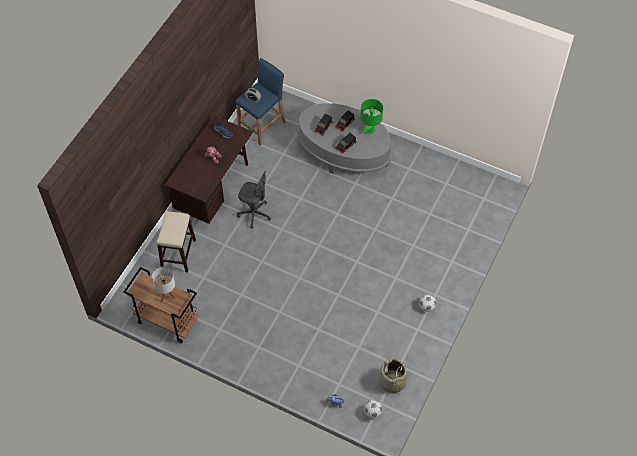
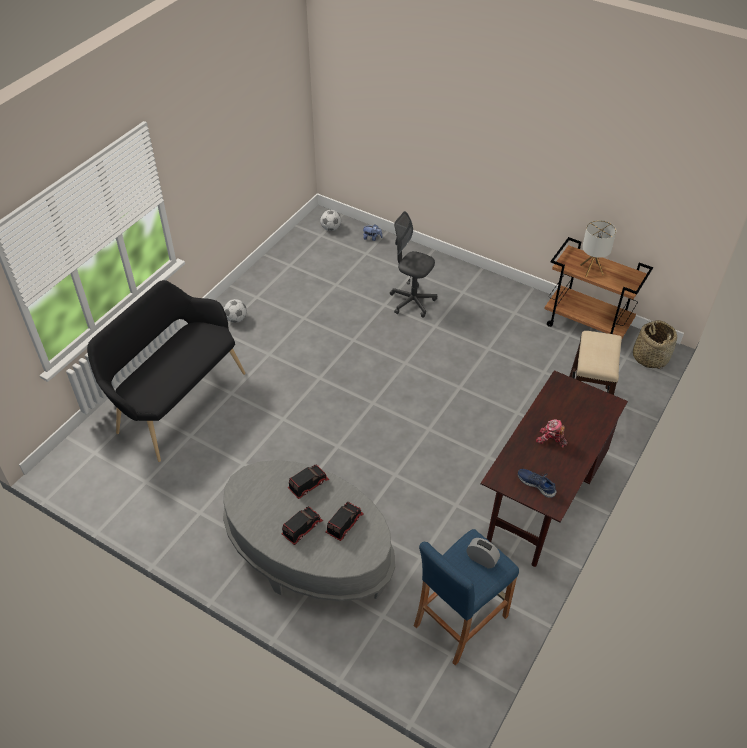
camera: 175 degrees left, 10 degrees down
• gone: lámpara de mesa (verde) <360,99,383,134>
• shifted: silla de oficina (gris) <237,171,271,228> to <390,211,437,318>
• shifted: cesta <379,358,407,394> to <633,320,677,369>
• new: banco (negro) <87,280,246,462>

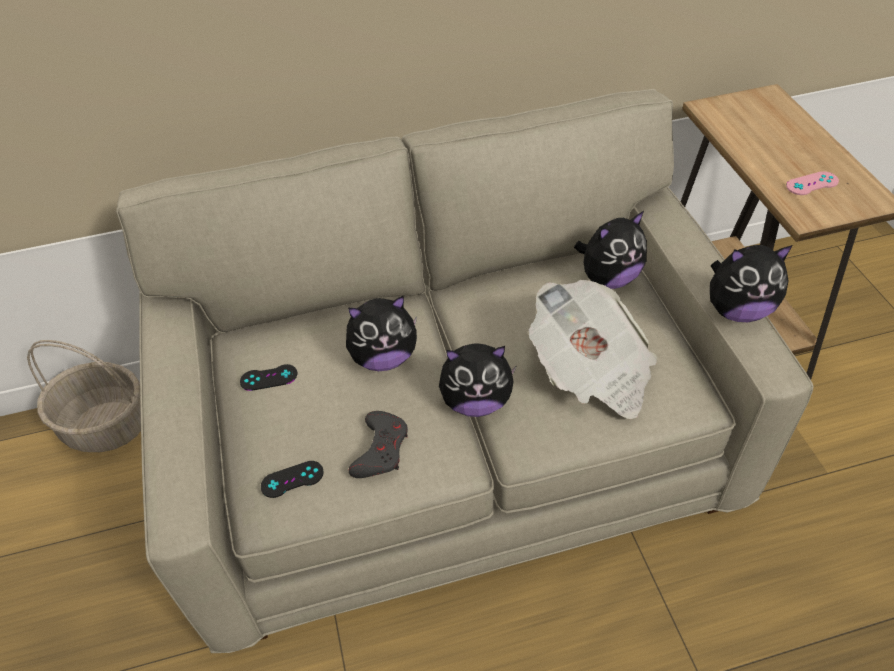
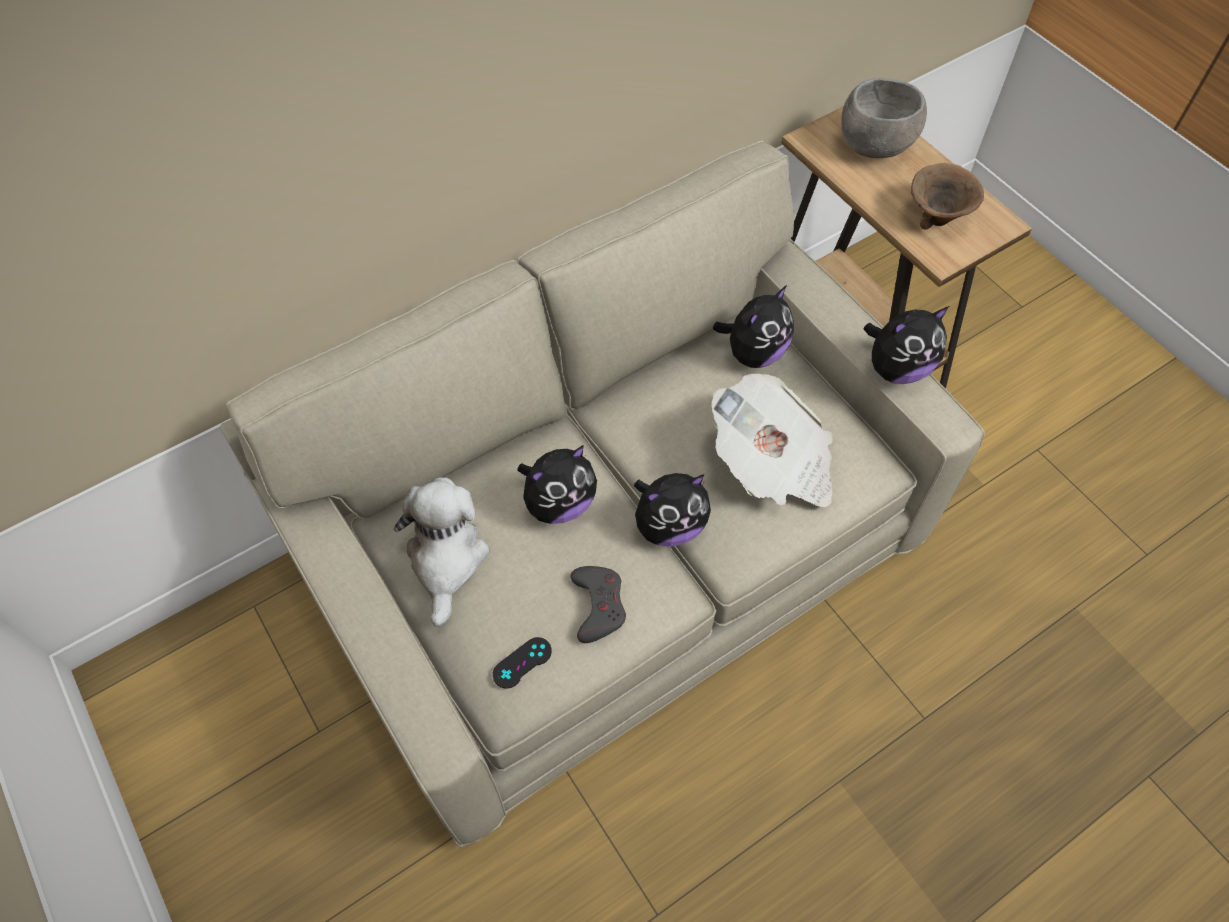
camera: 20 degrees left, 10 degrees up
• swapped: mando de consola (rosa) <786,171,839,195> to cuenco (marrón) <911,163,984,230>
• gone: cesta <27,340,141,452>
• swapped: mando de consola (negro) <240,364,297,391> to peluche <394,477,489,627>
• new: cuenco (gris) <841,78,927,158>

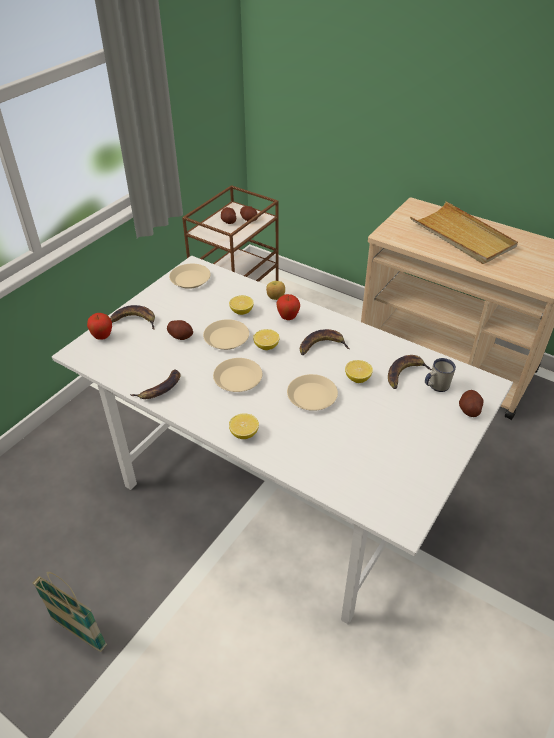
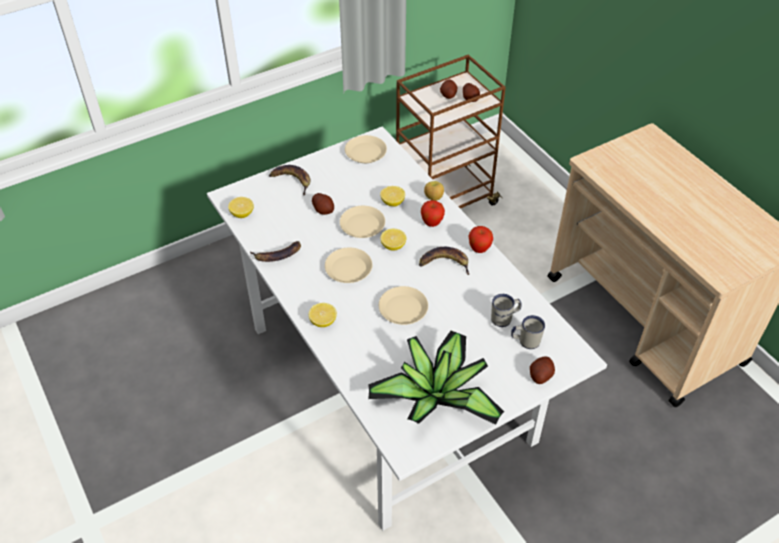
camera: 25 degrees right, 5 degrees up
• gone: bandeja (beis) <410,201,518,264>
• shifted: manzana <87,313,112,340> to <468,226,493,253>
• swapped: plátano <388,355,432,389> to taza grande (blanco) <491,294,522,327>
• shifted: limón <345,360,373,383> to <228,197,254,218>
• gone: cesta <33,572,107,652>
• new: planta en maceta <368,331,504,425>

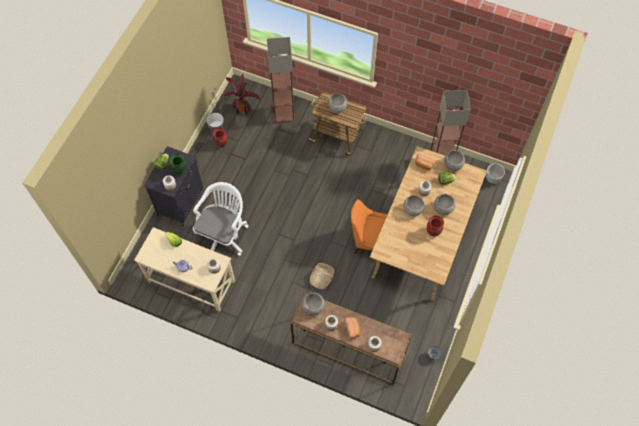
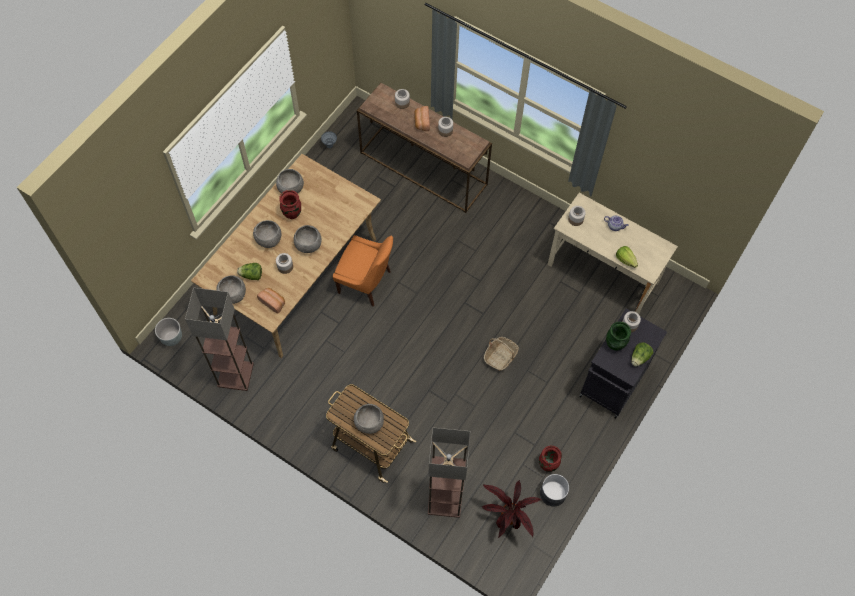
camera: 170 degrees left, 0 degrees up
• gone: silla de oficina (blanco) <193,182,248,256>
• shifted: cesta <310,263,334,289> to <484,337,519,371>
• shifted: cuenco (gris) <302,293,325,315> to <276,169,304,194>

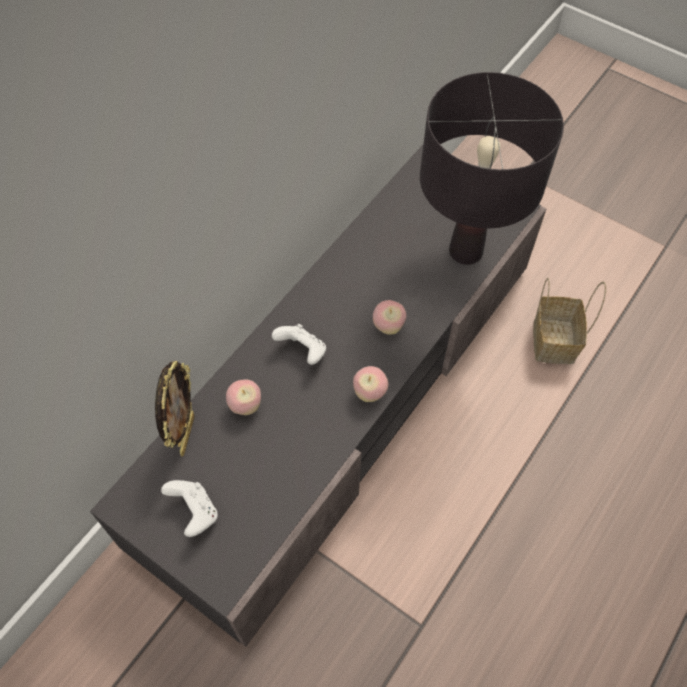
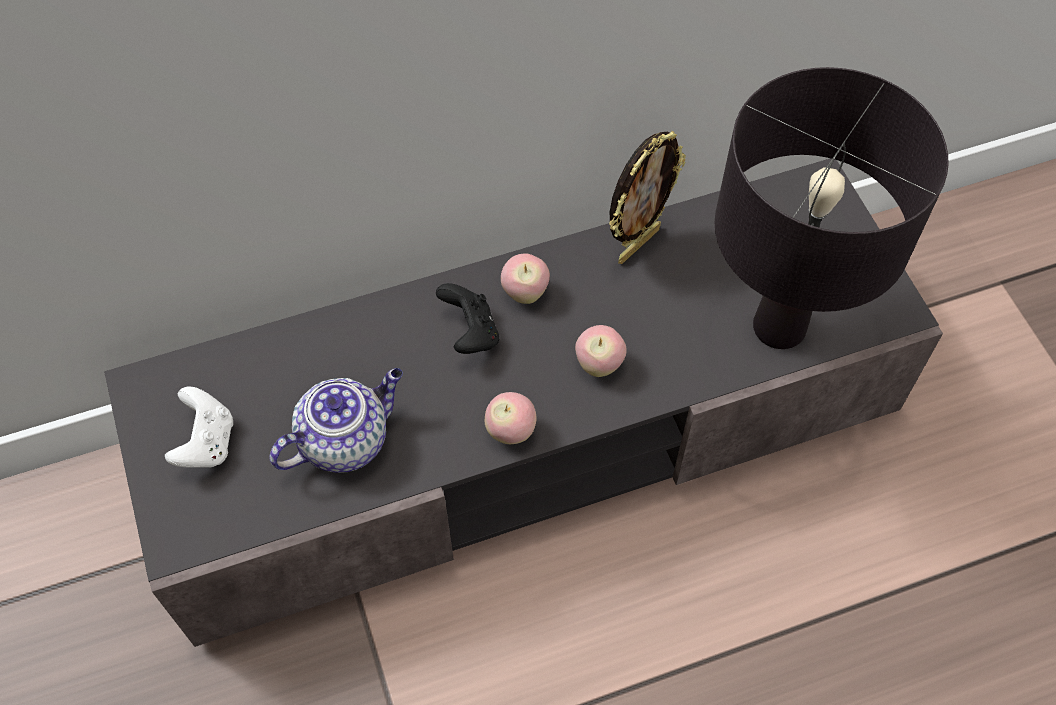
camera: 35 degrees right, 0 degrees up
• gone: cesta <533,278,606,364>
• repainted: mando de consola (blanco) <272,324,326,365> to mando de consola (negro) <436,283,499,354>
• shifted: portarretratos <155,361,195,457> to <609,131,686,264>
• shifted: manzana <226,380,261,415> to <501,254,550,304>
• new: tetera <269,368,403,473>

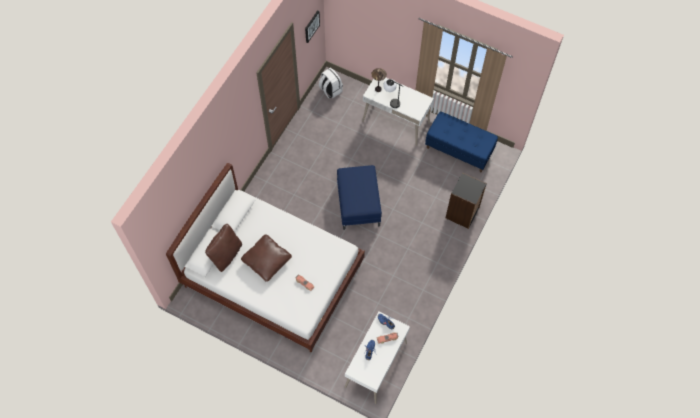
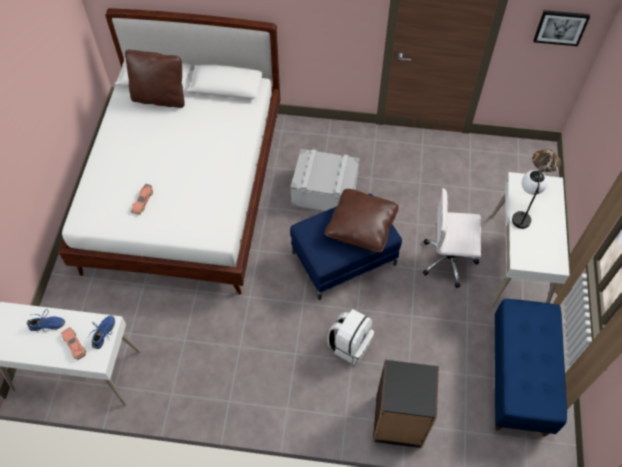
camera: 70 degrees right, 5 degrees down
• shifted: mochila (blanco) <319,68,343,98> to <328,309,374,365>
• shifted: cojín (marrón) <241,235,292,282> to <325,189,399,252>
• new: caja de almacenaje (gris) <290,149,360,211>
• new: silla de oficina (blanco) <423,188,481,288>

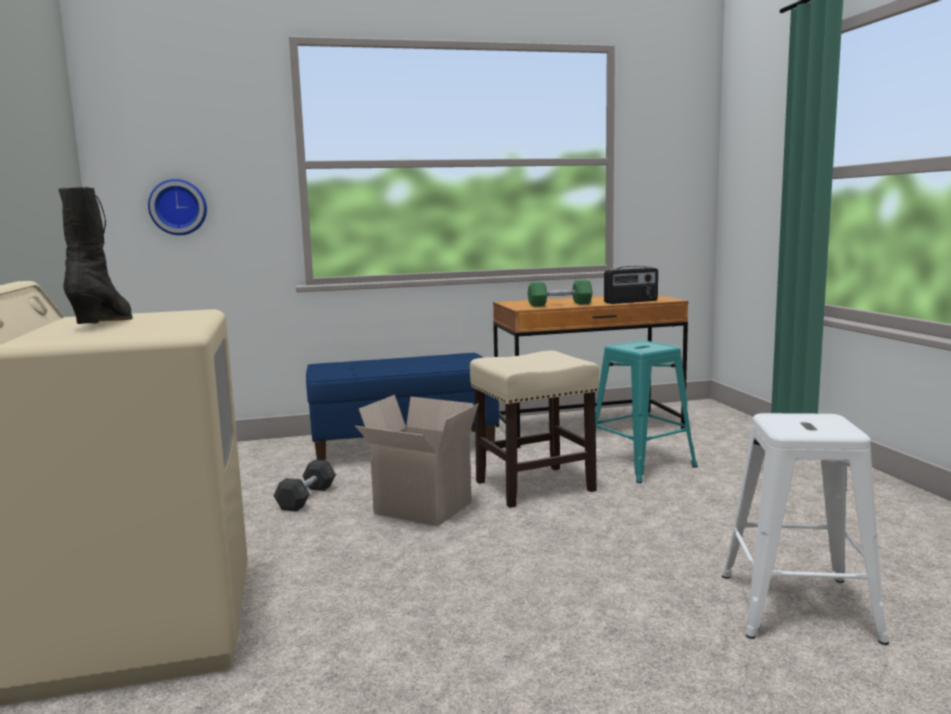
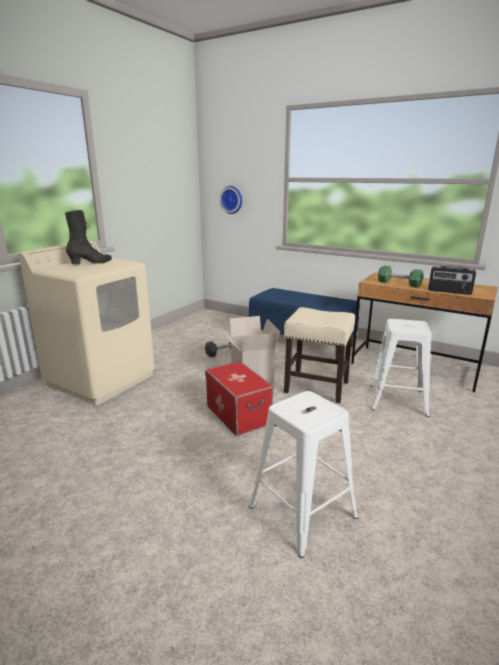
camera: 45 degrees right, 10 degrees up
• repainted: taburete (turquesa) <595,340,698,483> to taburete (blanco) <370,319,431,417>
• new: caja de almacenaje <205,361,274,436>

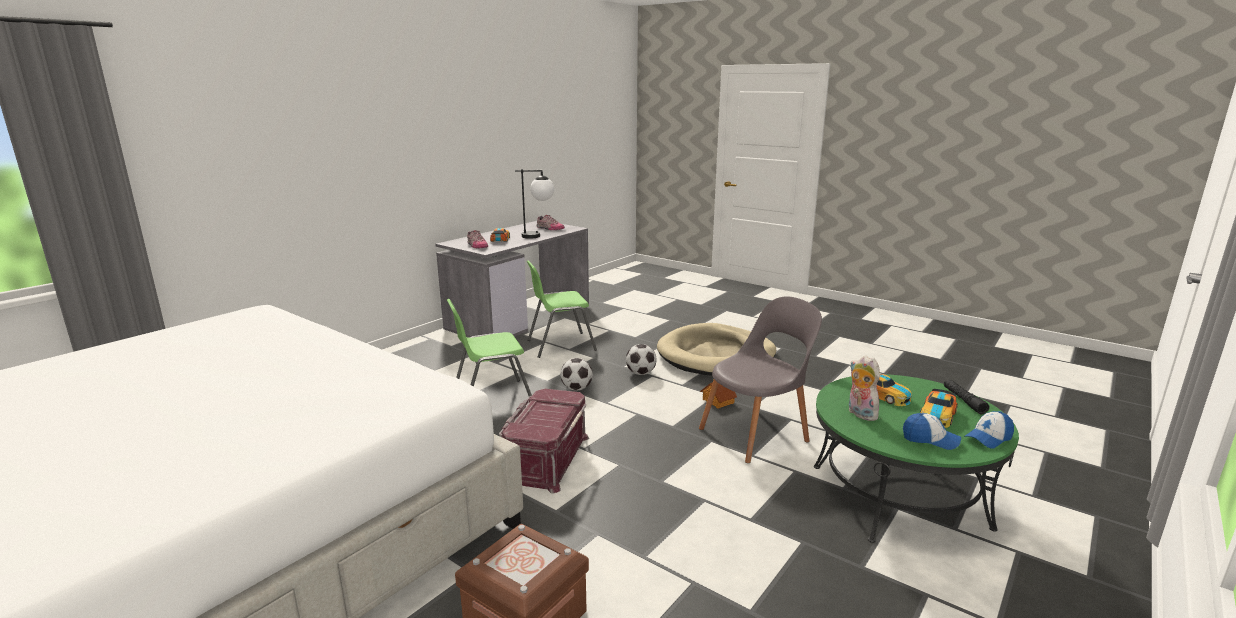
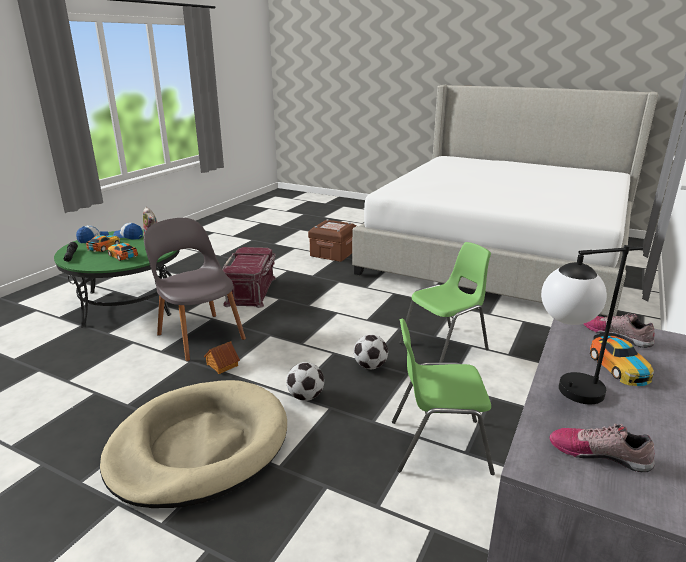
camera: 170 degrees right, 5 degrees up
• rotated: silla (verde) <527,260,597,358> = <392,318,495,475> 150 degrees counterclockwise
• rotated: silla (gris) <699,296,822,463> = <144,218,246,361> 90 degrees clockwise
• shifted: caja de almacenaje (rojo) <499,389,589,494> to <222,247,276,308>

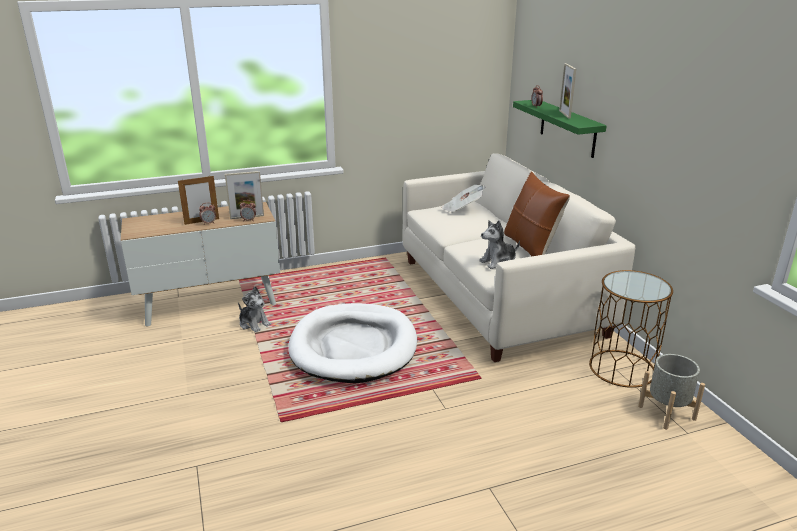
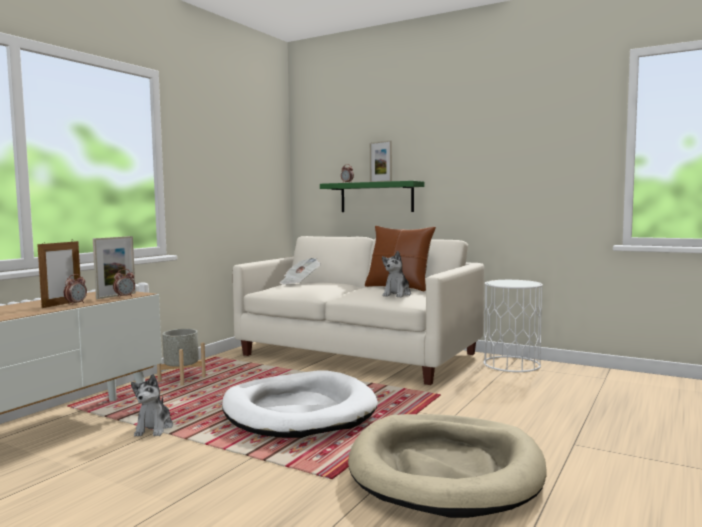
camera: 40 degrees left, 20 degrees down
• repainted: mesa auxiliar (marrón) <589,270,673,388> to mesa auxiliar (blanco) <483,280,543,372>
• rotated: peluche <238,287,271,332> = <131,374,173,437> 90 degrees clockwise
• shifted: maceta (gris) <638,354,705,430> to <157,329,206,386>
• new: cama para perro (beis) <348,414,546,518>

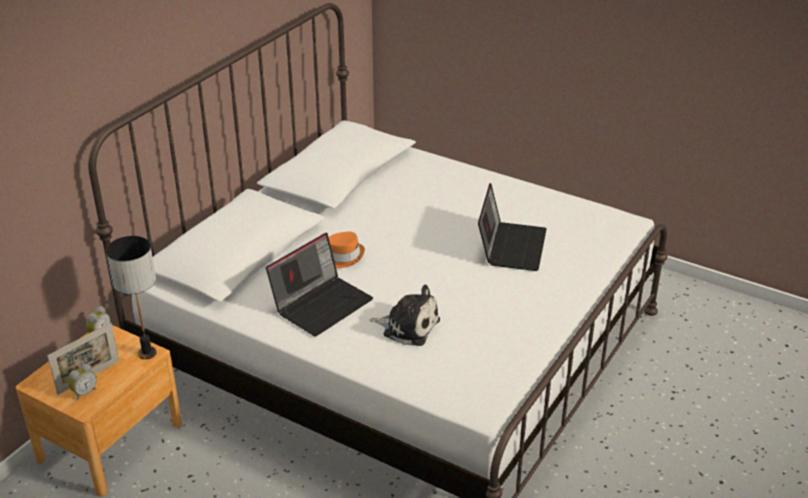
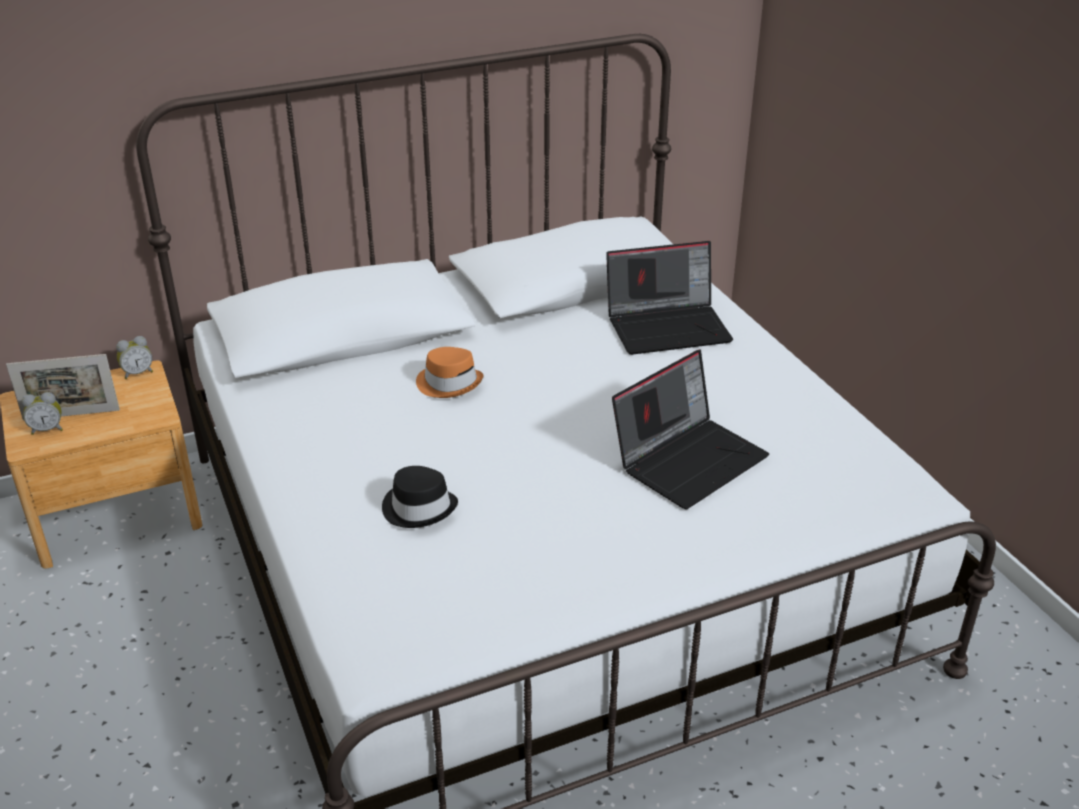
camera: 35 degrees right, 0 degrees up
• shifted: portátil <266,233,373,336> to <606,241,733,355>
• gone: lámpara de mesa <106,236,157,360>
• swapped: peluche <370,285,440,346> to sombrero (negro) <382,466,458,528>

